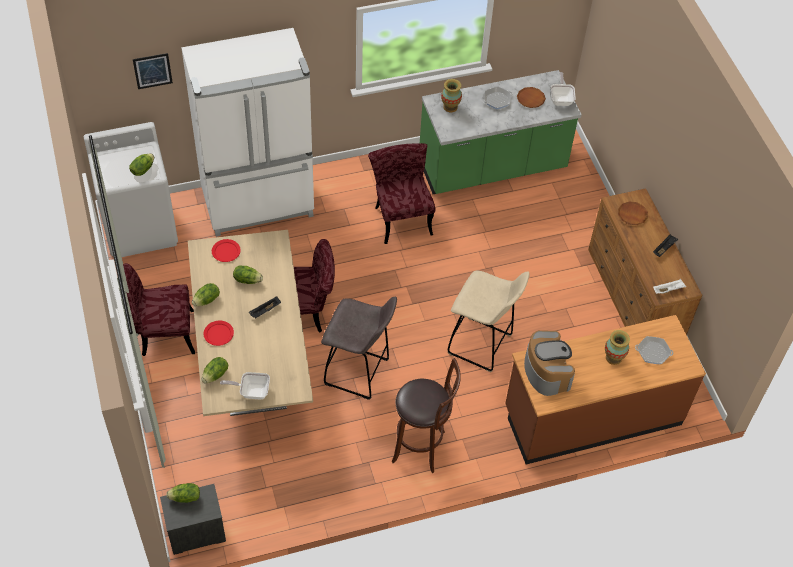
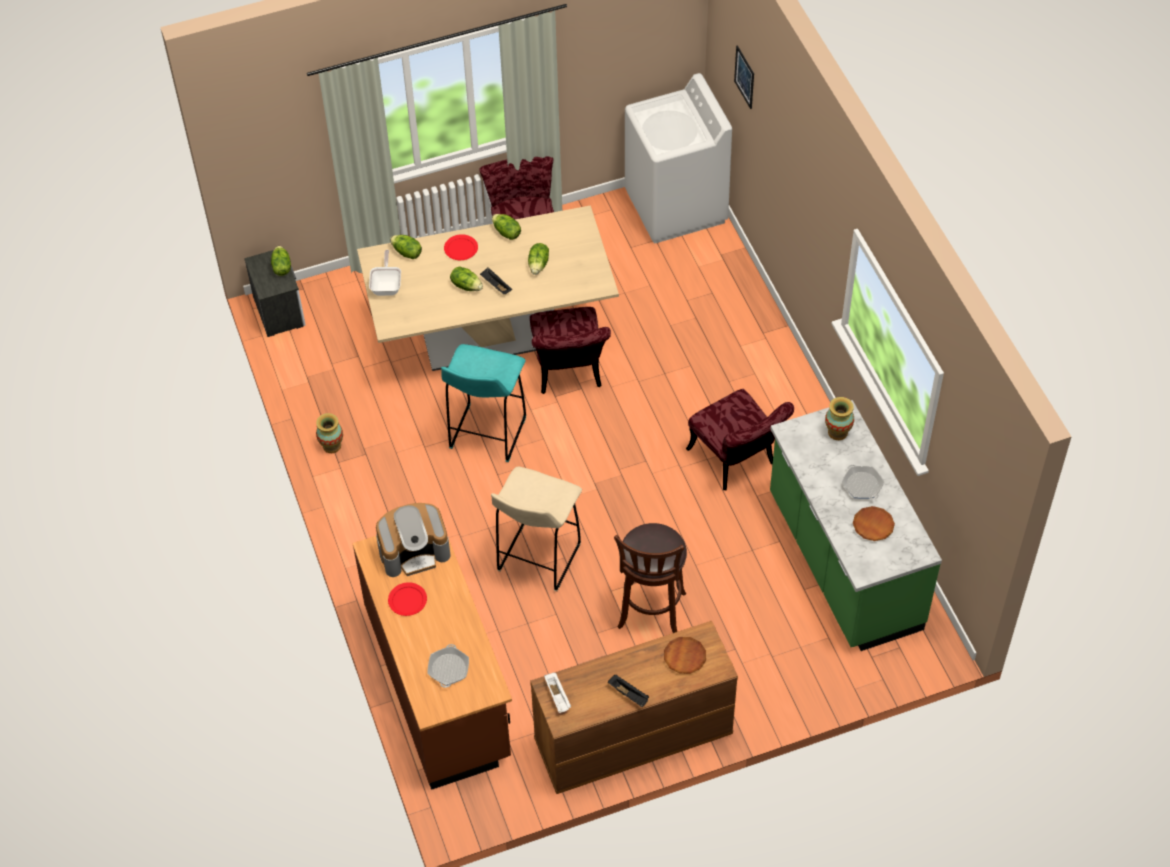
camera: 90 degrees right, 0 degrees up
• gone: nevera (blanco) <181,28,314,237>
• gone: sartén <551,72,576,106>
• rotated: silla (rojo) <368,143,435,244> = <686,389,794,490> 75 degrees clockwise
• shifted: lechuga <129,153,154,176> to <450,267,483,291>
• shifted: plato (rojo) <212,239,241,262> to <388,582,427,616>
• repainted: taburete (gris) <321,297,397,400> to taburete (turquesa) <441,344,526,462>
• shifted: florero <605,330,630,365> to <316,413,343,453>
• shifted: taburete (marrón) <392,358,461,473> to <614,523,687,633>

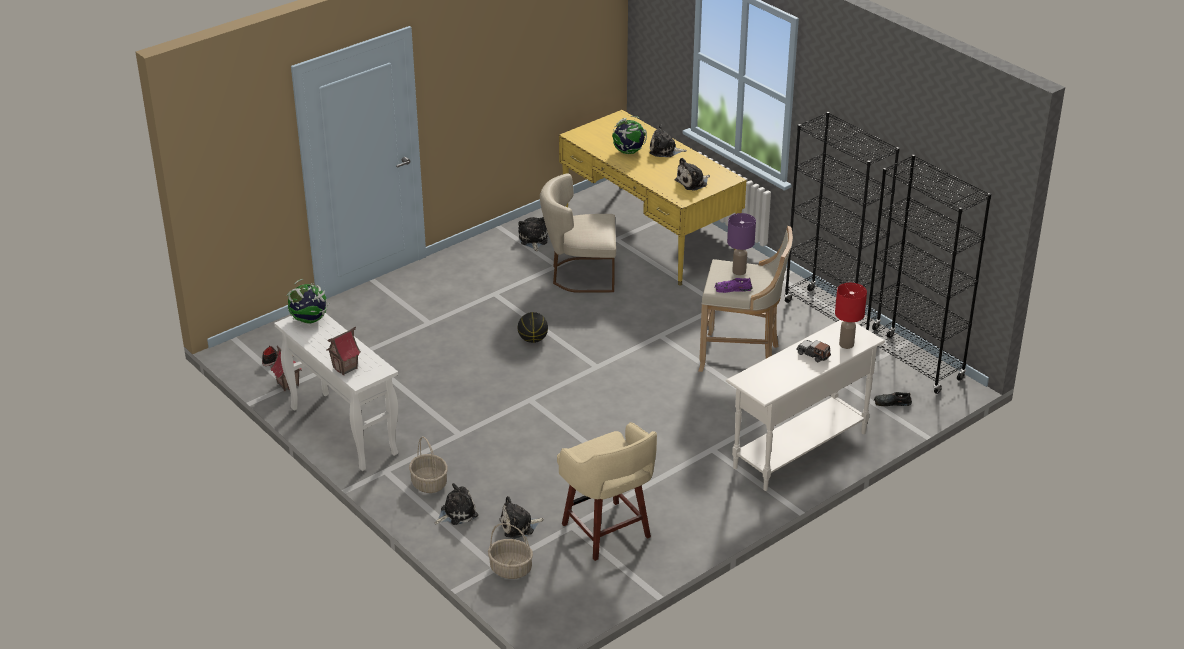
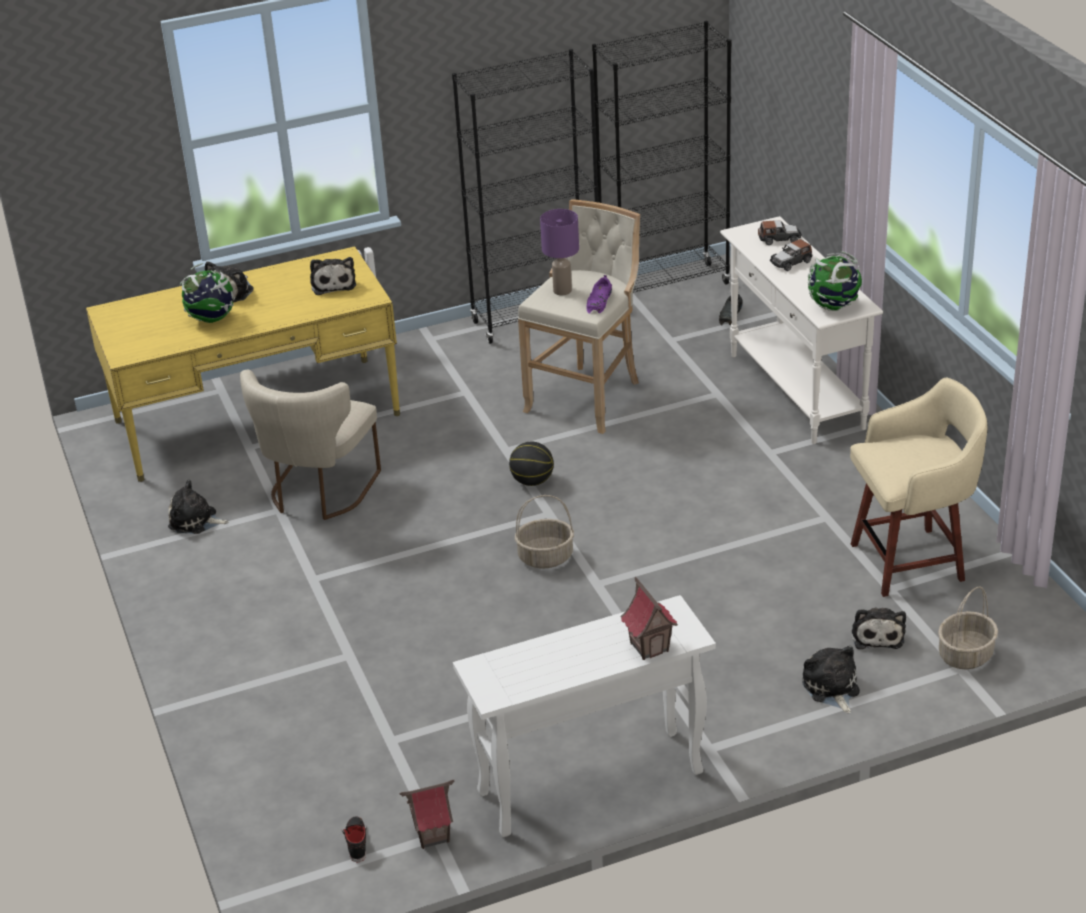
camera: 70 degrees left, 0 degrees up
• shifted: globo terráqueo <287,279,329,324> to <808,251,862,311>
• swapped: lámpara de mesa (rojo) <835,283,867,349> to coche de juguete <758,220,802,245>
• shifted: balón de baloncesto <518,312,548,343> to <509,442,554,486>
• shifted: cesta <409,437,448,493> to <515,495,574,569>

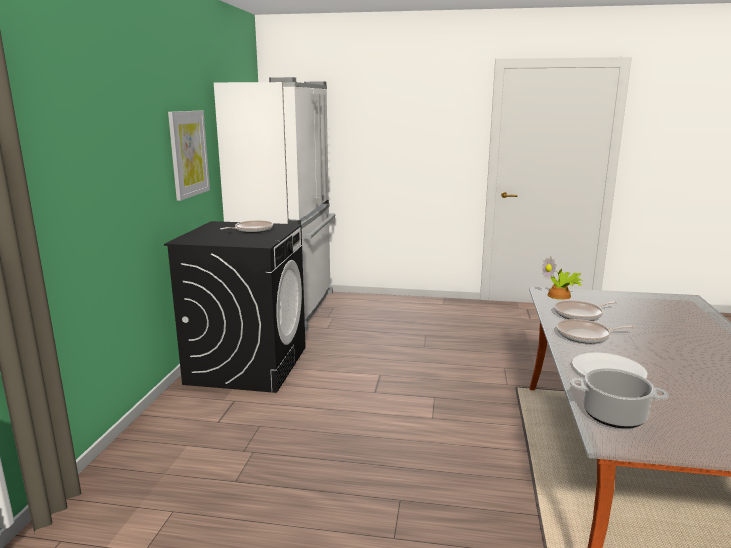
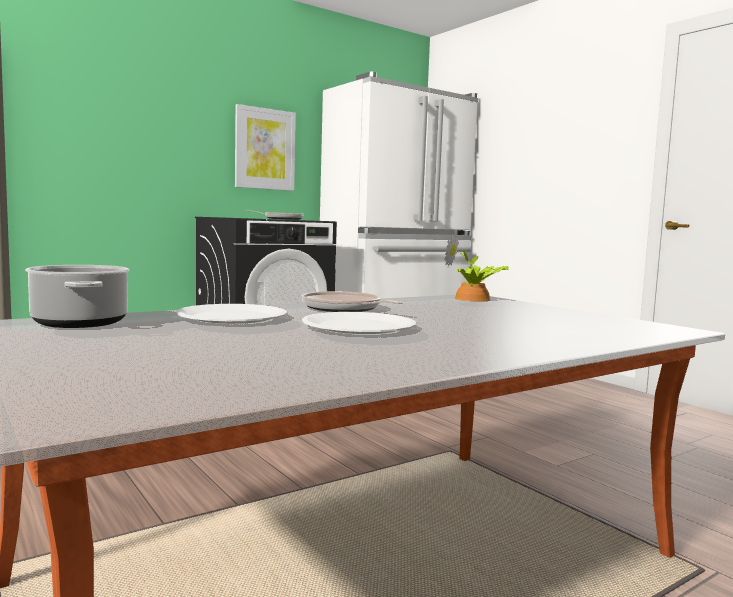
camera: 45 degrees right, 10 degrees down
• gone: sartén <554,300,617,321>
• new: plato (blanco) <302,312,416,334>

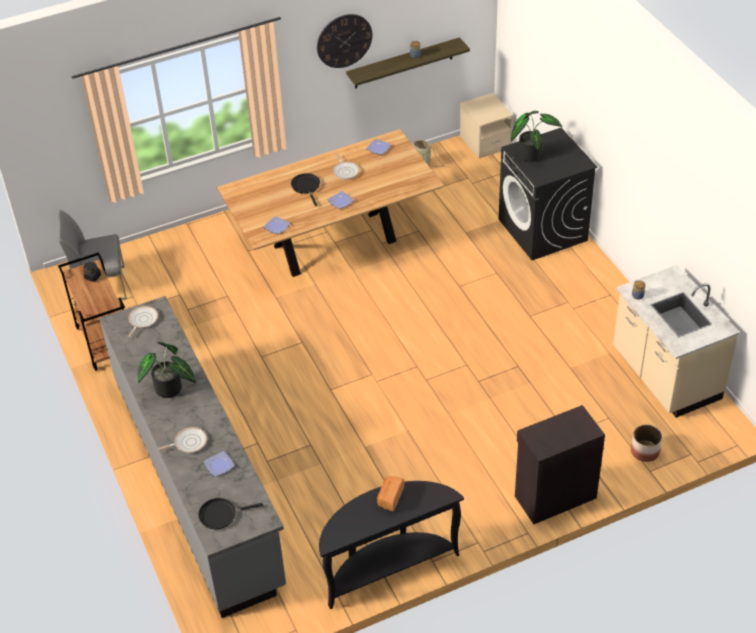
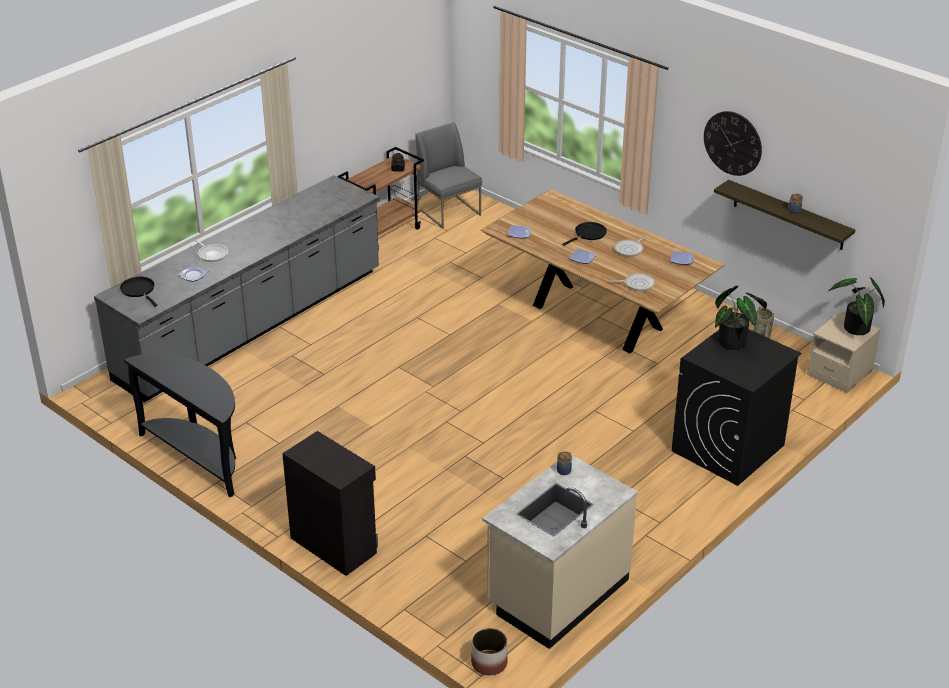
camera: 65 degrees right, 10 degrees down
• shifted: sartén <128,306,158,337> to <609,273,655,291>
• shifted: planta en maceta <138,342,196,398> to <828,277,885,335>
• shifted: maceta <631,425,662,462> to <471,628,508,675>
• gone: pan <377,476,404,511>

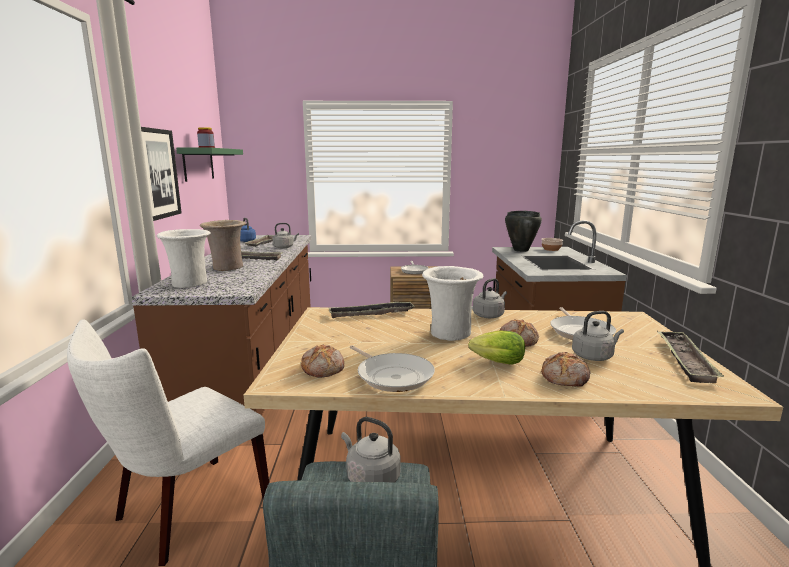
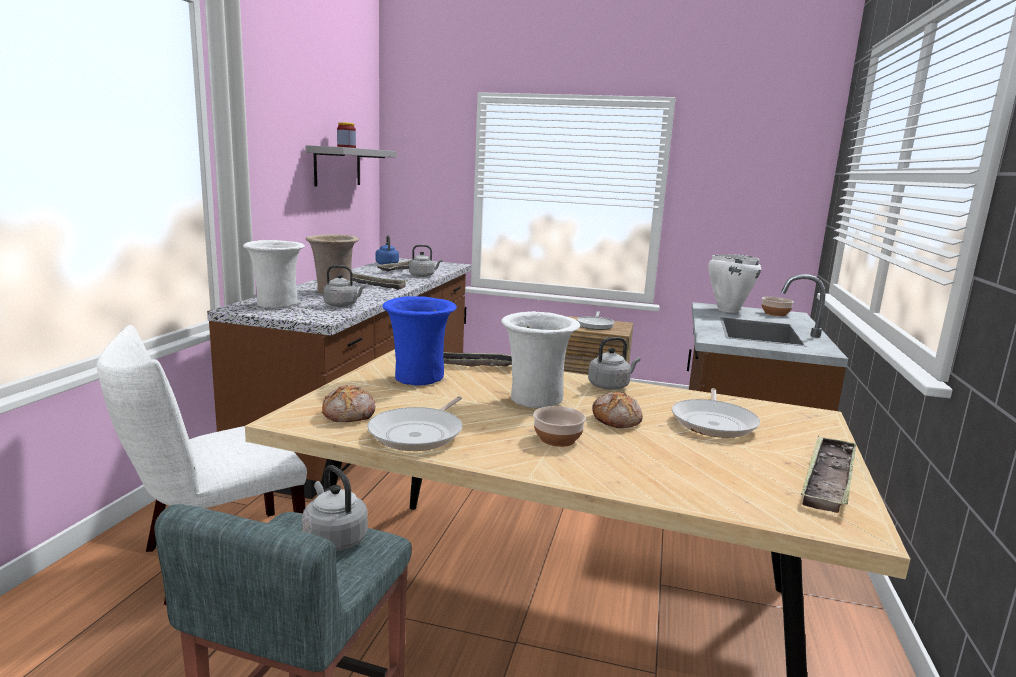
camera: 15 degrees right, 0 degrees up
• gone: cuadro <141,127,182,221>
• repainted: estante (verde) <176,148,243,182> to estante (gris) <306,145,397,186>
• repainted: olla (negro) <505,211,542,252> to olla (blanco) <708,254,761,313>
• shifted: hervidor (gris) <572,311,624,361> to <323,265,366,307>
• swapped: lechuga <468,330,525,365> to cuenco <533,406,586,447>
• rotated: sartén <350,345,435,392> = <367,396,462,451> 45 degrees clockwise
• gone: pan <541,352,591,386>
• new: florero (azul) <382,296,457,385>

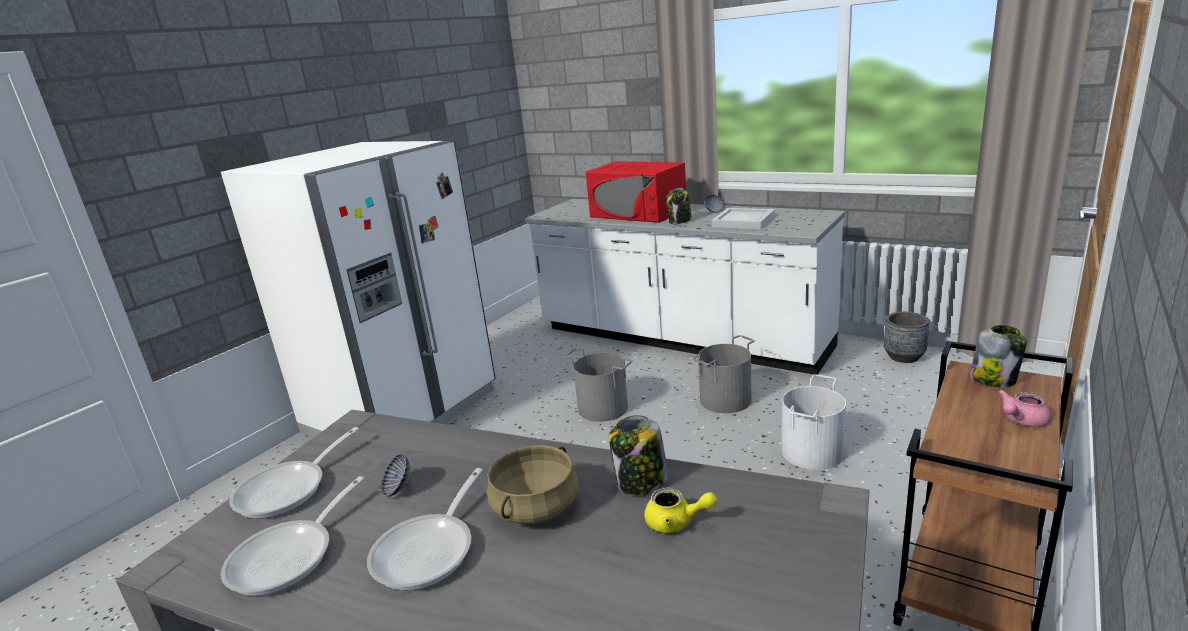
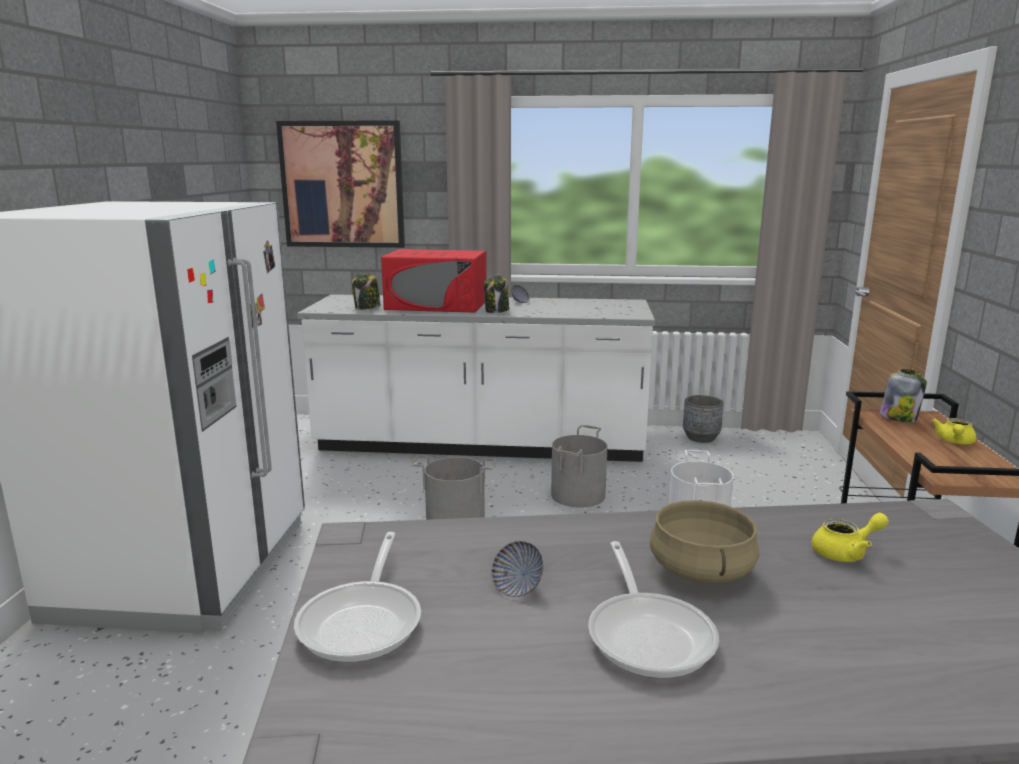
camera: 30 degrees left, 5 degrees down
• gone: bandeja (blanco) <712,208,775,229>
• repainted: tetera (rosa) <998,390,1051,427> to tetera (amarillo) <932,418,977,444>
• shifted: tarro <609,415,668,495> to <352,273,381,310>
• gone: sartén <221,476,364,596>
• new: cuadro <276,120,405,248>

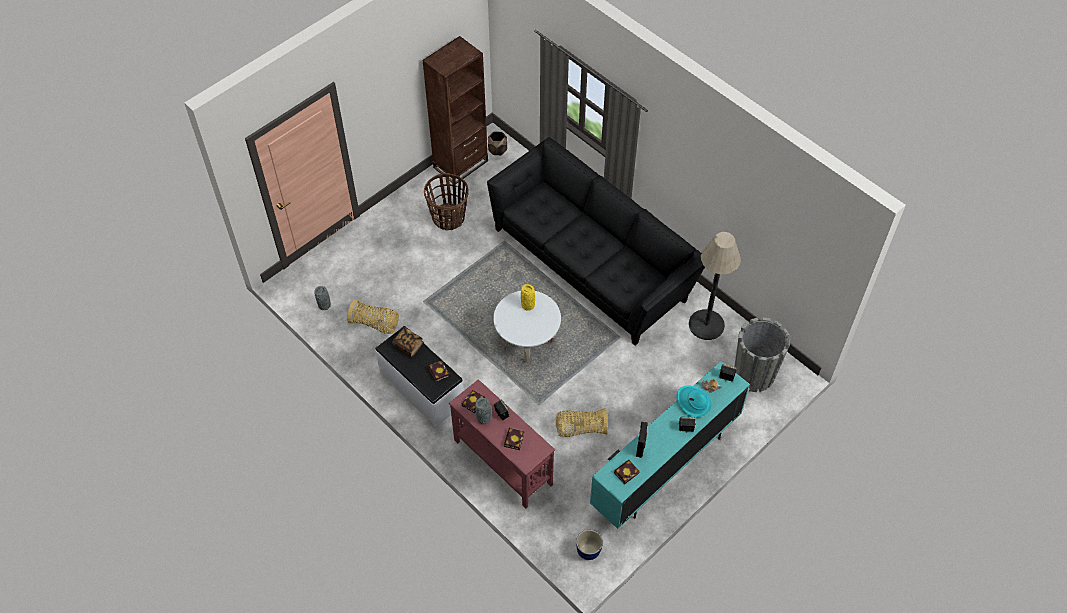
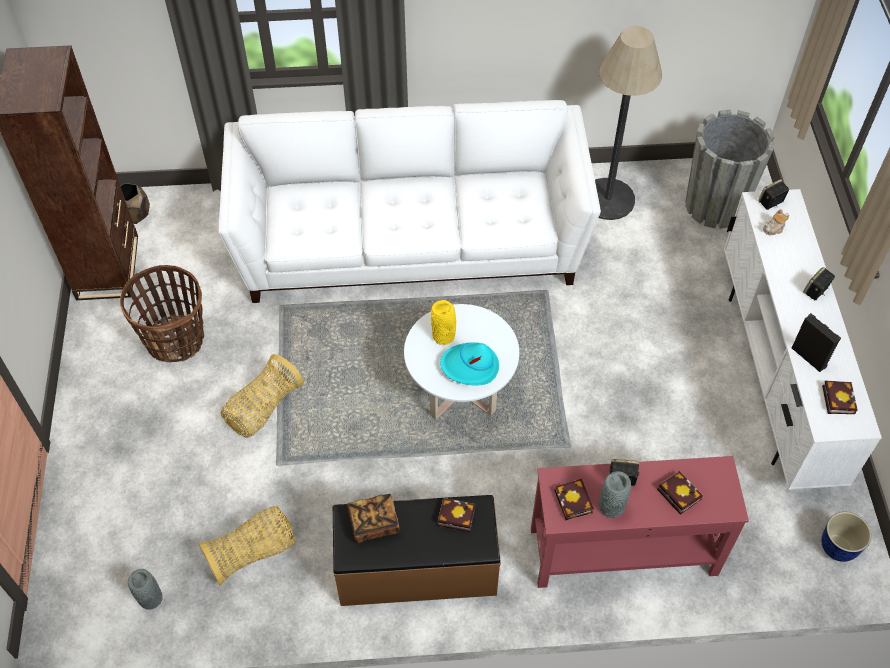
camera: 50 degrees left, 0 degrees up
• repainted: sofá (negro) <487,137,705,345> to sofá (blanco) <219,100,601,303>
• repainted: banco (blanco) <375,326,464,427> to banco (marrón) <332,495,501,606>
• repainted: mueble de televisión (turquesa) <590,361,750,529> to mueble de televisión (blanco) <724,189,882,490>
• shifted: sombrero (turquesa) <676,385,712,418> to <440,342,499,386>
• shifted: cesta <556,408,608,437> to <221,354,304,437>

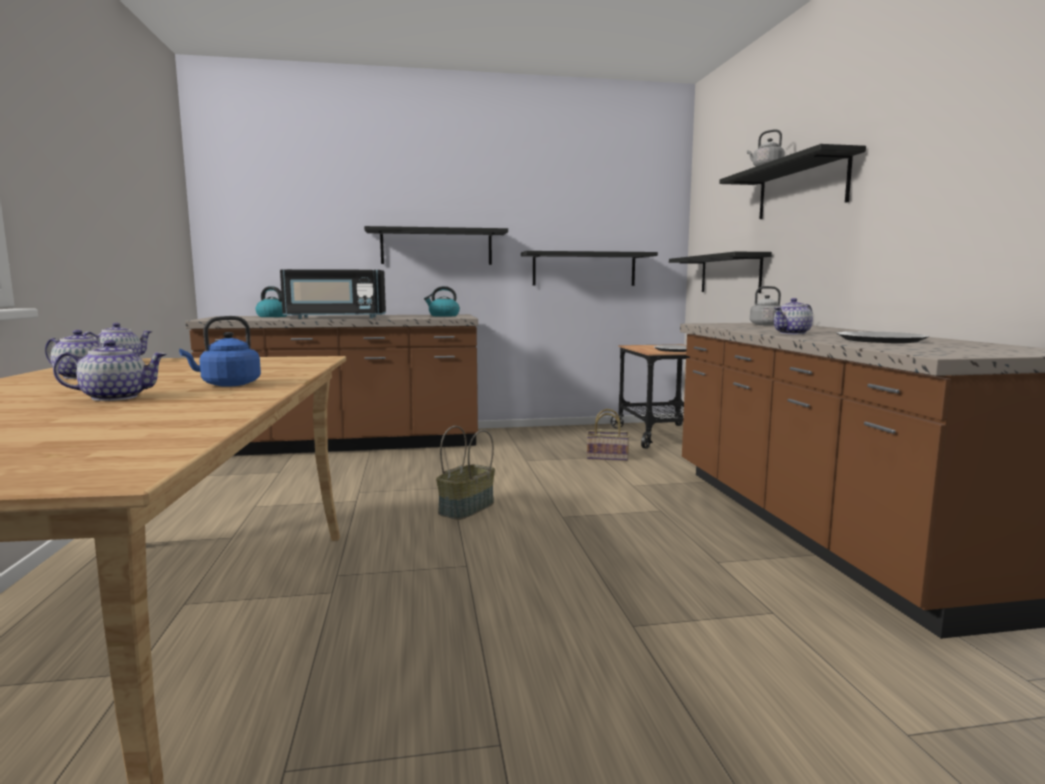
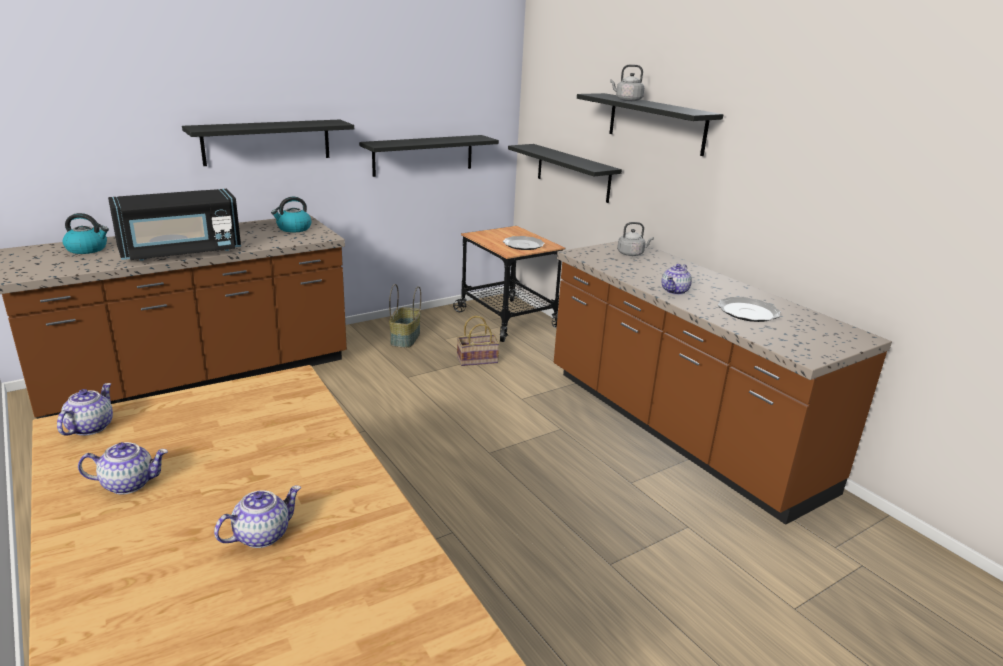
camera: 25 degrees left, 15 degrees up
• gone: hervidor (azul) <179,316,261,387>
• shifted: cesta <436,426,495,520> to <389,284,421,348>

